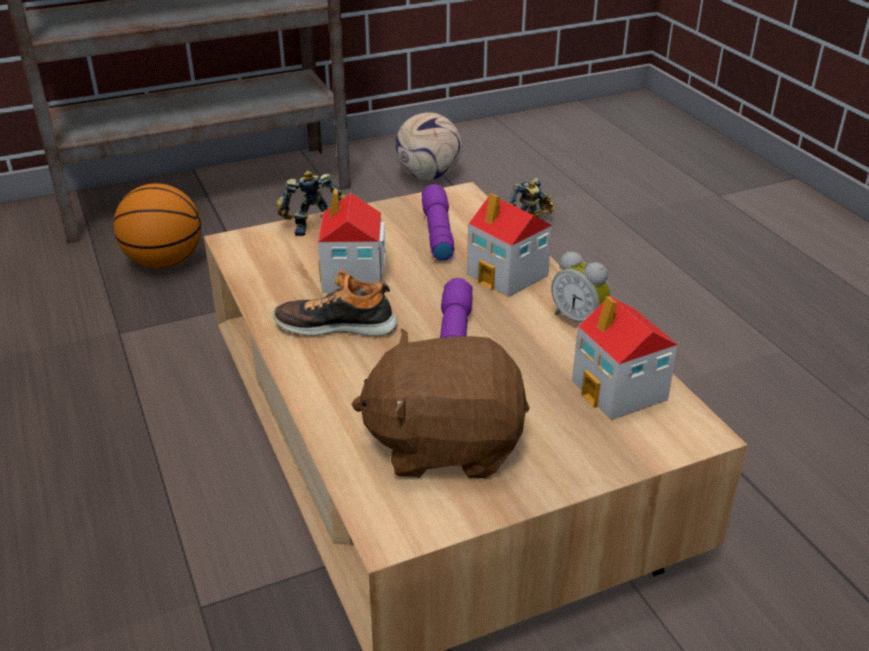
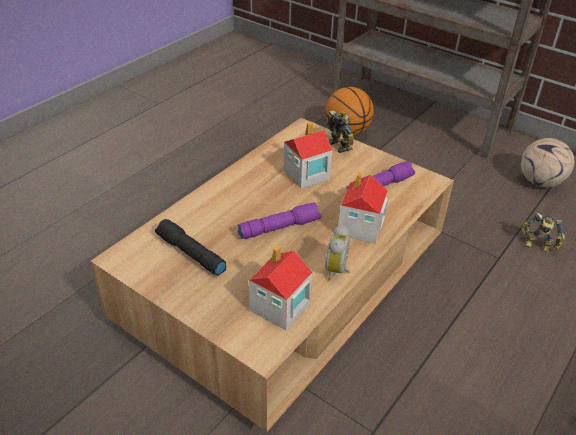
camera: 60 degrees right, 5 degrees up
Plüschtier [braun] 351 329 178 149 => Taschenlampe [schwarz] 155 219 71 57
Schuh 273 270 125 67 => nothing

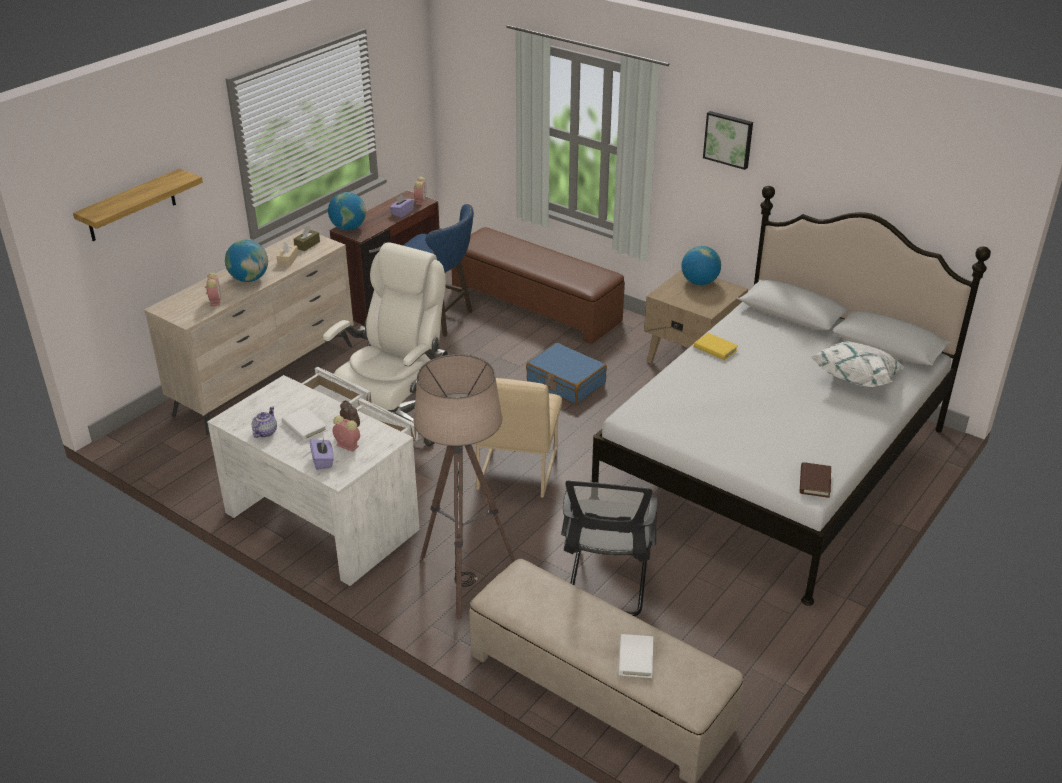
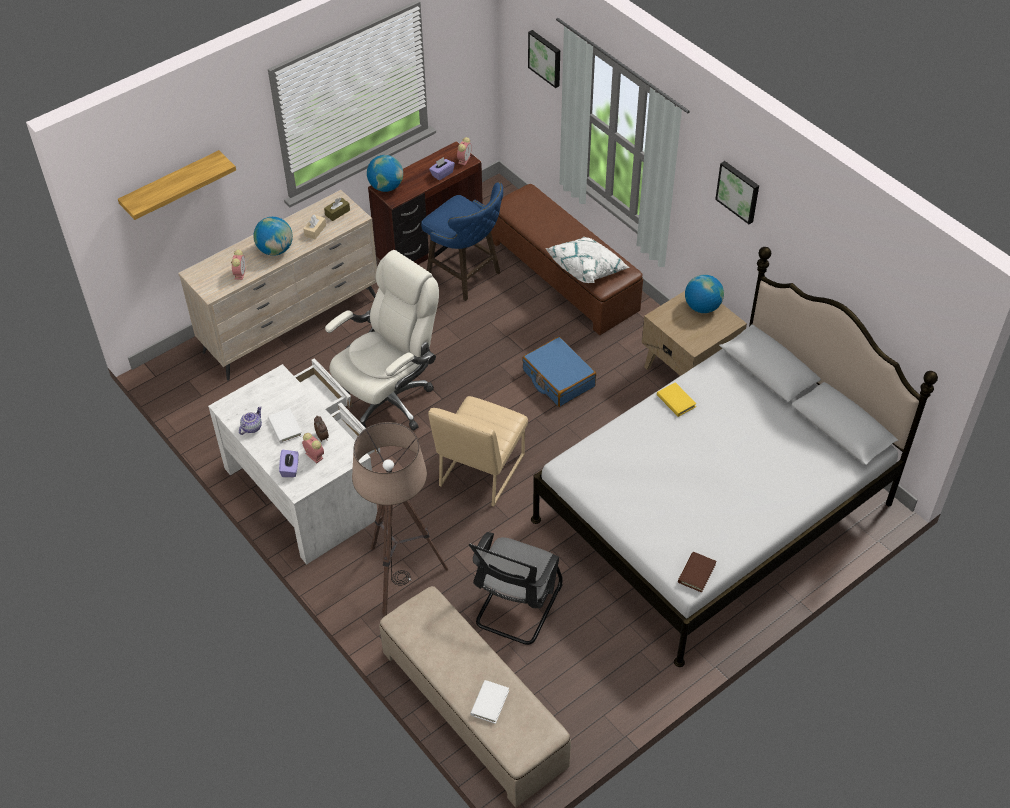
camera: 15 degrees right, 15 degrees up
nothing => Bild 528 30 32 58
Kissen [weiß] 811 342 95 45 => Kissen [weiß] 546 237 84 46, moved

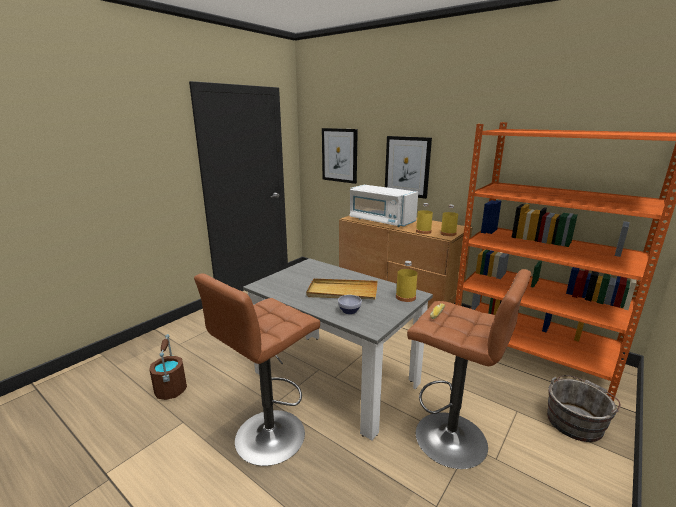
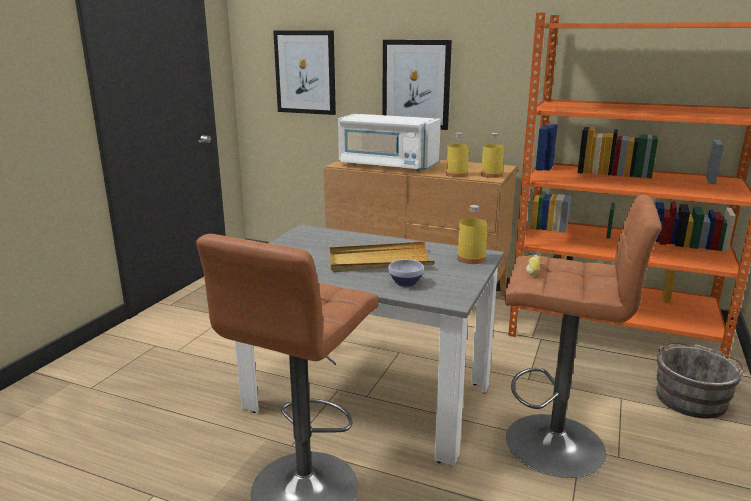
camera: 15 degrees left, 0 degrees up
Eimer [braun] 149 334 38 66 => nothing

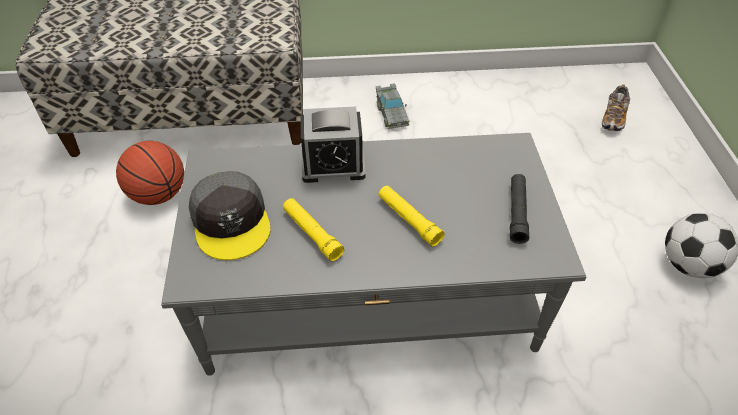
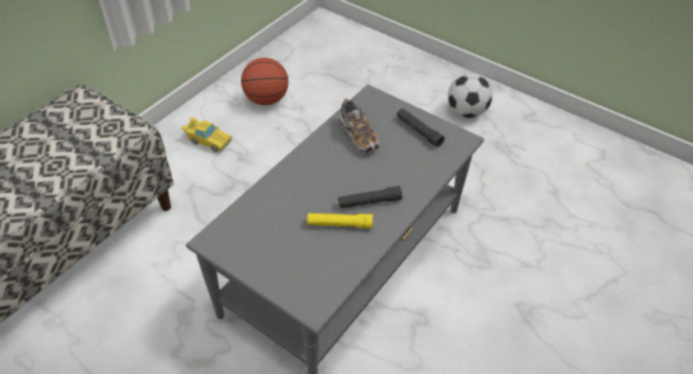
camera: 50 degrees left, 0 degrees up
Spielzeugauto [grau] 375 83 35 46 => Spielzeugauto [gelb] 181 117 51 35
Basketball 116 141 68 64 => Basketball 241 58 47 47, moved
nothing => Taschenlampe [schwarz] 338 186 64 22
Schuh 602 84 28 47 => Schuh 339 98 40 55, moved
Kappe [grau] 189 171 82 89 => nothing
Wecker 301 106 65 77 => nothing
Taschenlampe [gelb] 379 186 66 61 => nothing

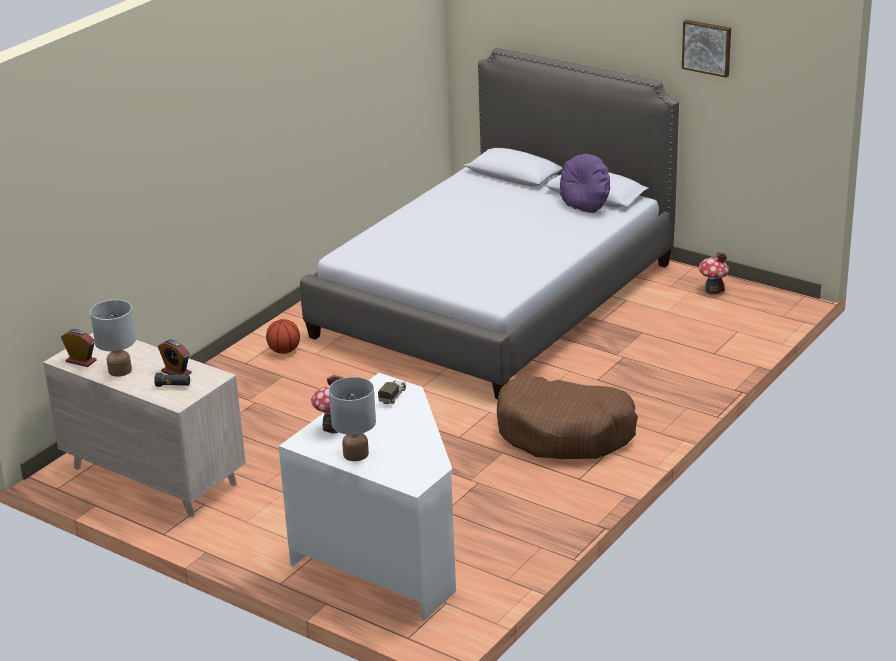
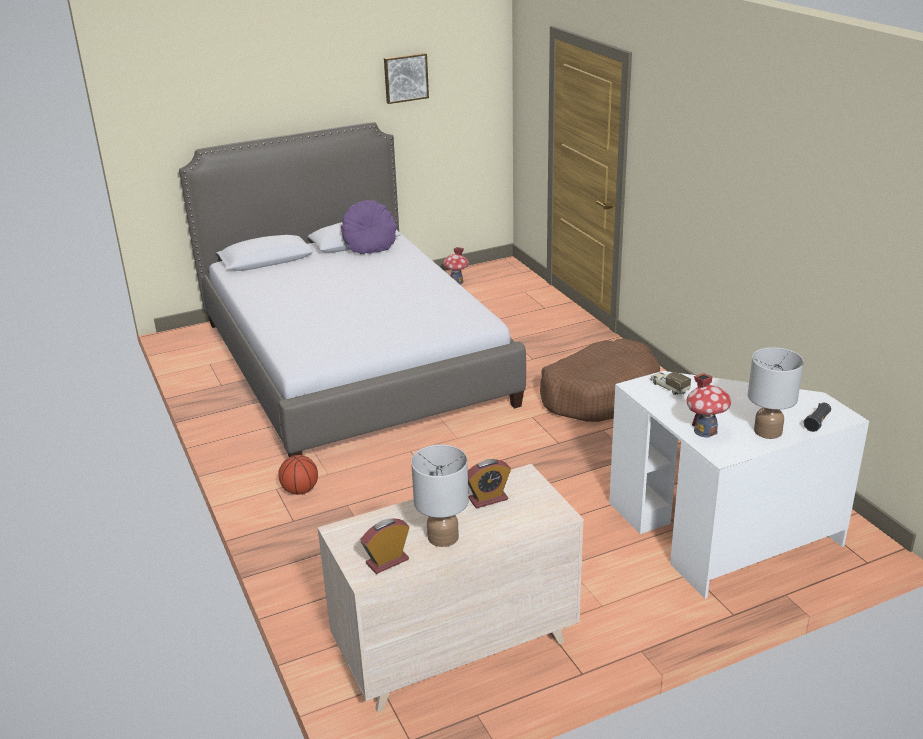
camera: 60 degrees left, 0 degrees up
Taschenlampe [schwarz] 154 373 36 14 => Taschenlampe [schwarz] 804 403 27 29, moved

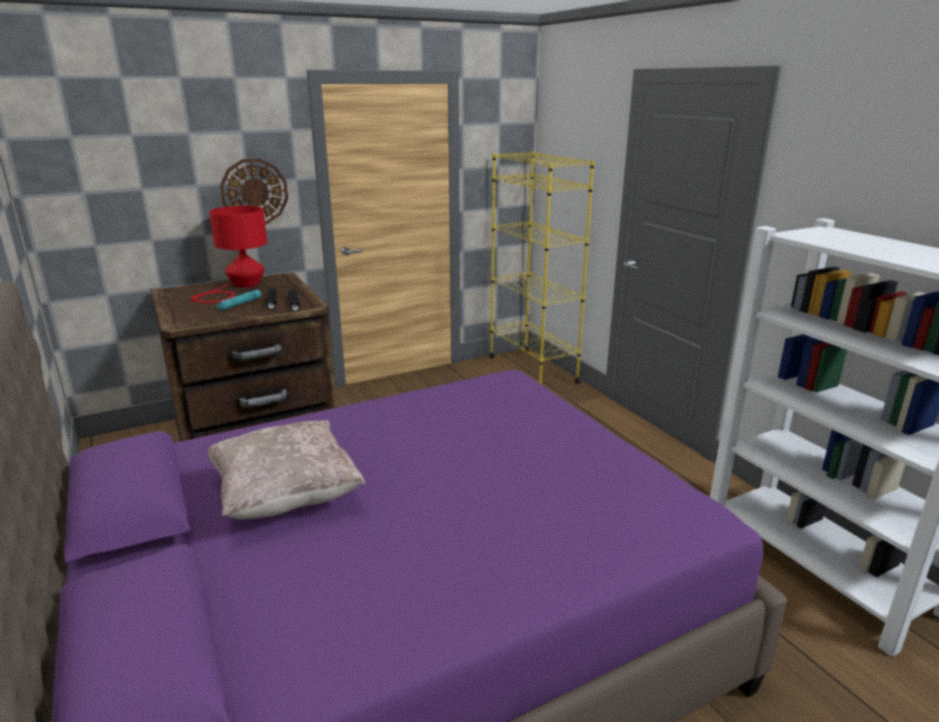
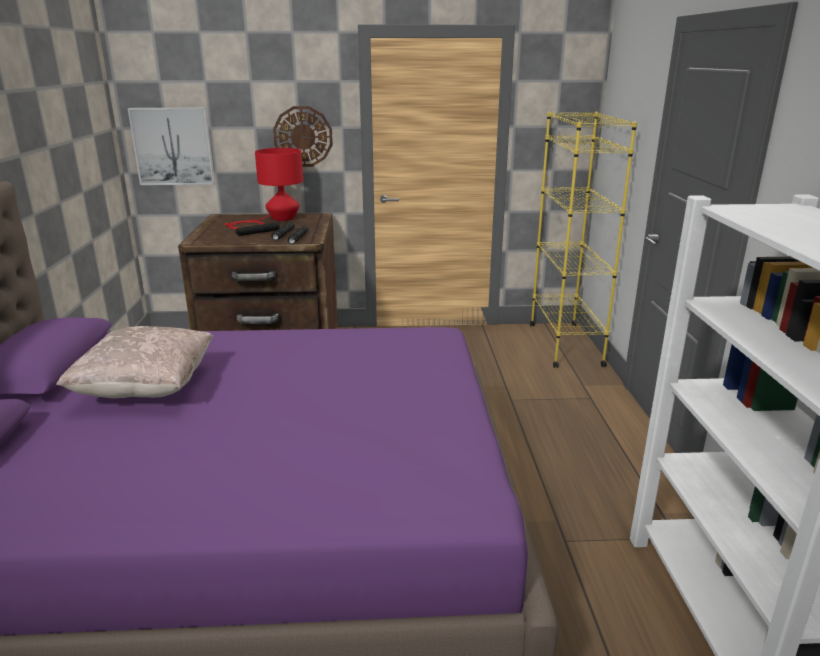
camera: 25 degrees right, 0 degrees up
nothing => Bild 128 108 87 77
Taschenlampe [türkis] 216 289 45 22 => Taschenlampe [schwarz] 235 222 45 14

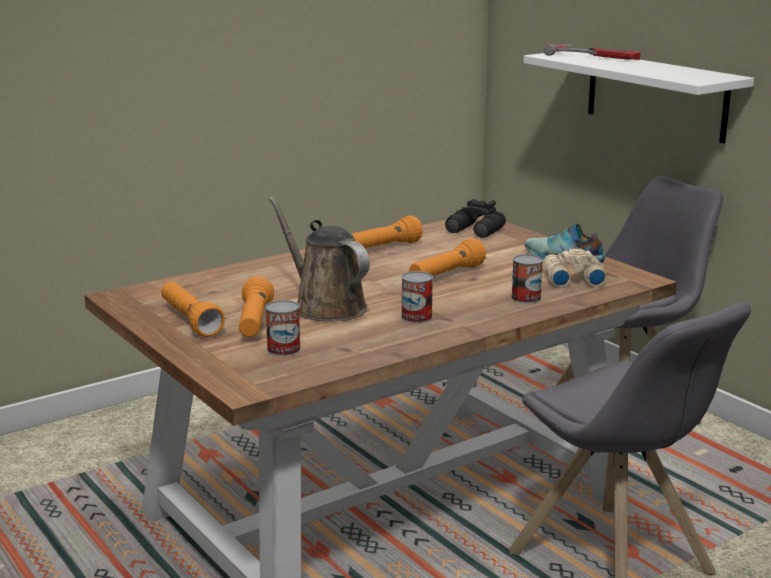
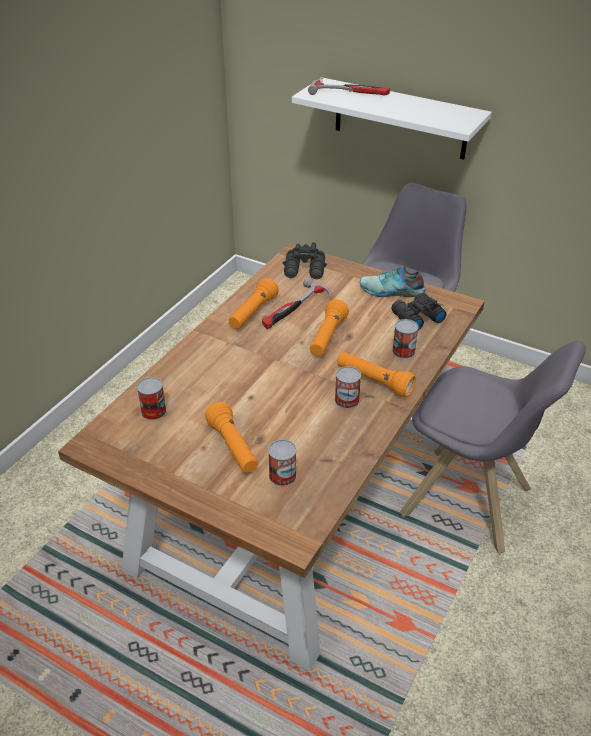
camera: 25 degrees left, 20 degrees up
nothing => Dose 137 377 30 43
nothing => Hammer 262 277 69 52
Taschenlampe [orange] 161 282 64 55 => Taschenlampe [orange] 337 352 79 45, moved
Fernglas [beige] 542 248 64 39 => Fernglas [schwarz] 391 293 56 37
Gießkanne [braun] 269 197 101 125 => nothing

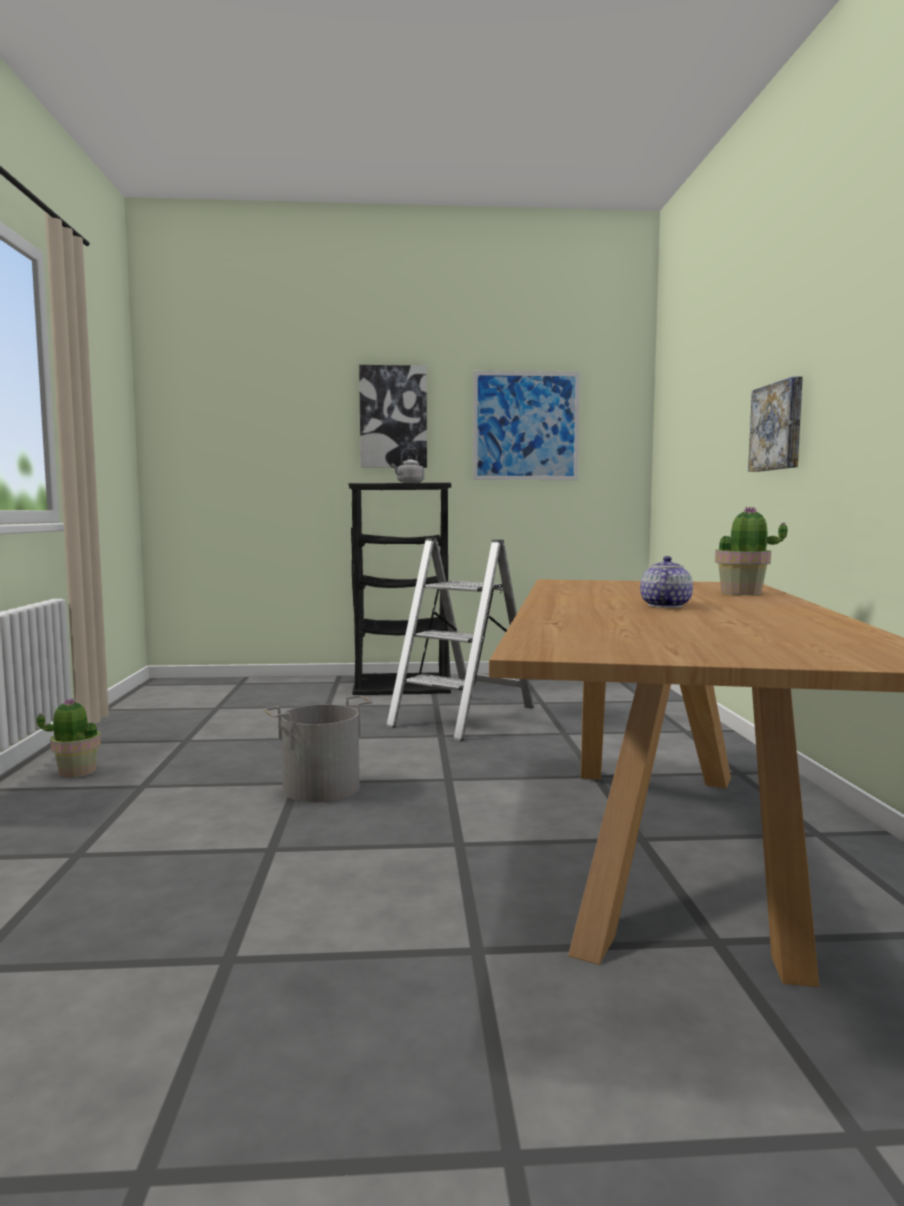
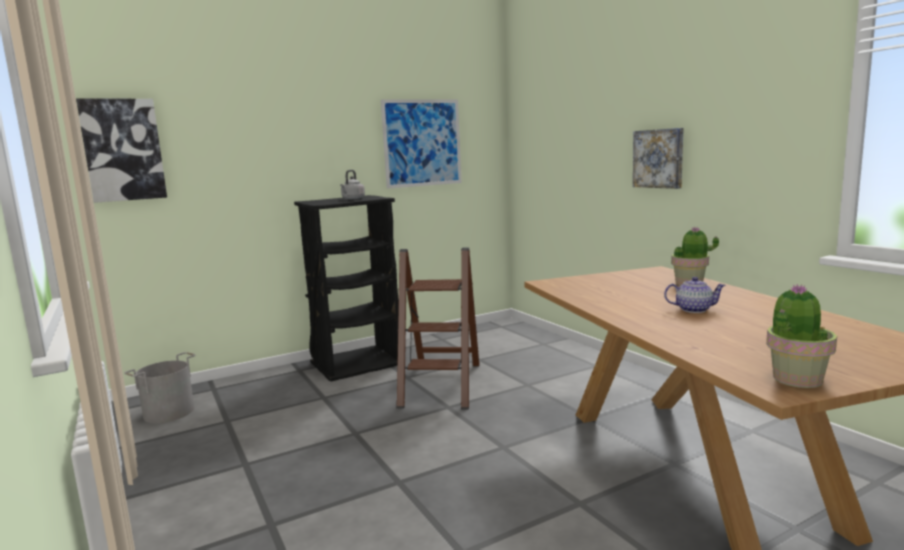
camera: 25 degrees left, 5 degrees up
Bild 359 365 68 103 => Bild 76 99 91 104, moved
Eimer [grau] 263 695 110 107 => Eimer [grau] 124 352 72 71, moved
Trittleiter [grau] 385 538 149 204 => Trittleiter [braun] 397 247 83 162
Teekanne 640 556 53 52 => Teekanne 664 277 62 36, 105 degrees clockwise
Topfpflanze 37 698 64 80 => Topfpflanze 766 284 71 104, moved

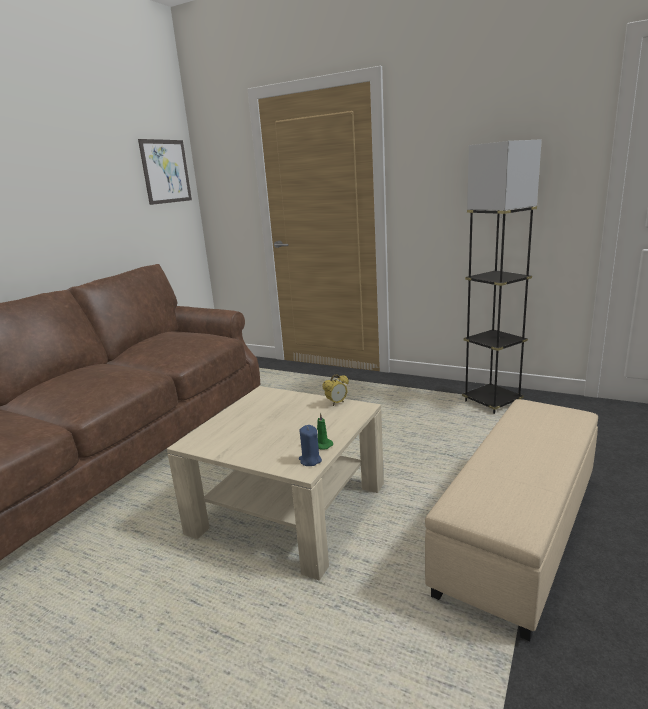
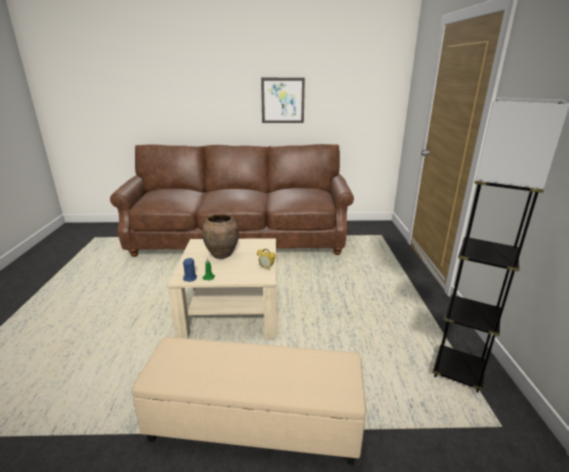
camera: 60 degrees right, 5 degrees up
nothing => Vase [braun] 202 214 37 45
Bild 138 139 54 66 => Bild 261 78 44 45, moved

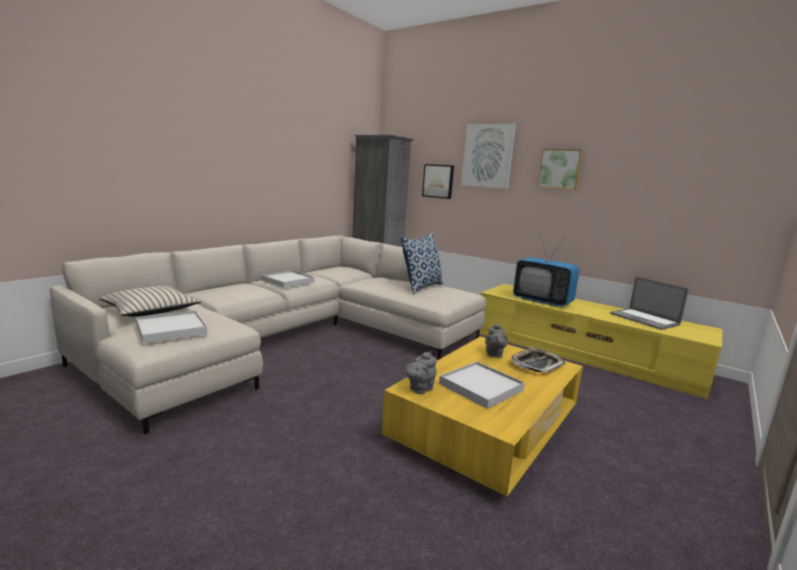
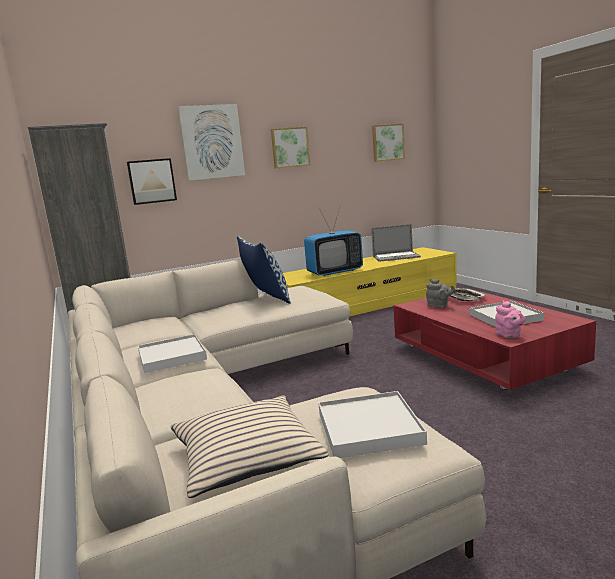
camera: 60 degrees left, 0 degrees up
nothing => Bild 372 124 33 38
Couchtisch [gelb] 382 336 201 161 => Couchtisch [rot] 394 291 202 99
Teekanne [grau] 406 351 31 43 => Teekanne [rosa] 495 301 31 37

